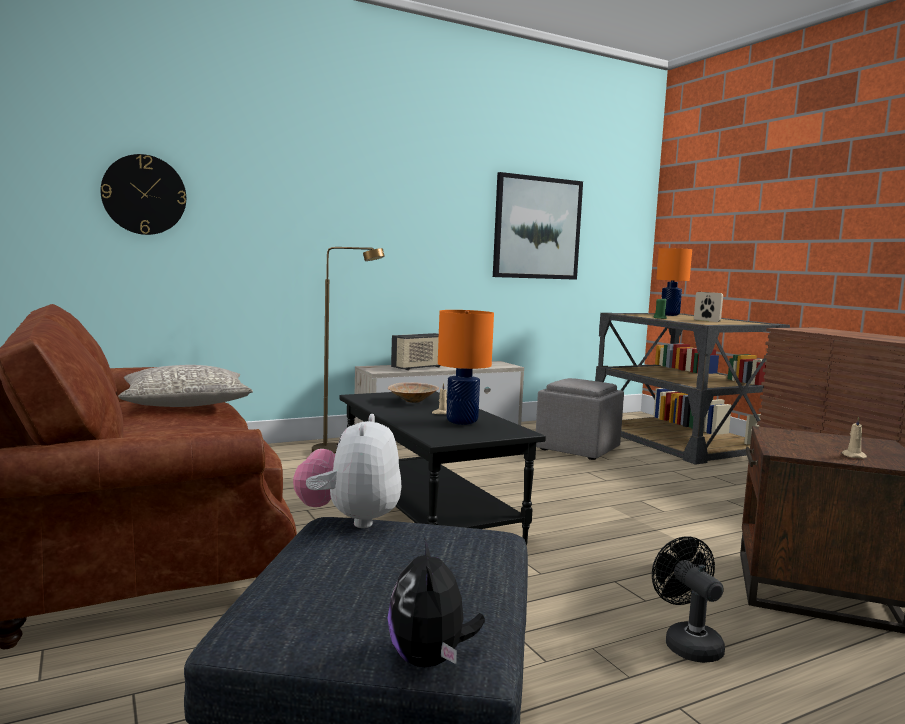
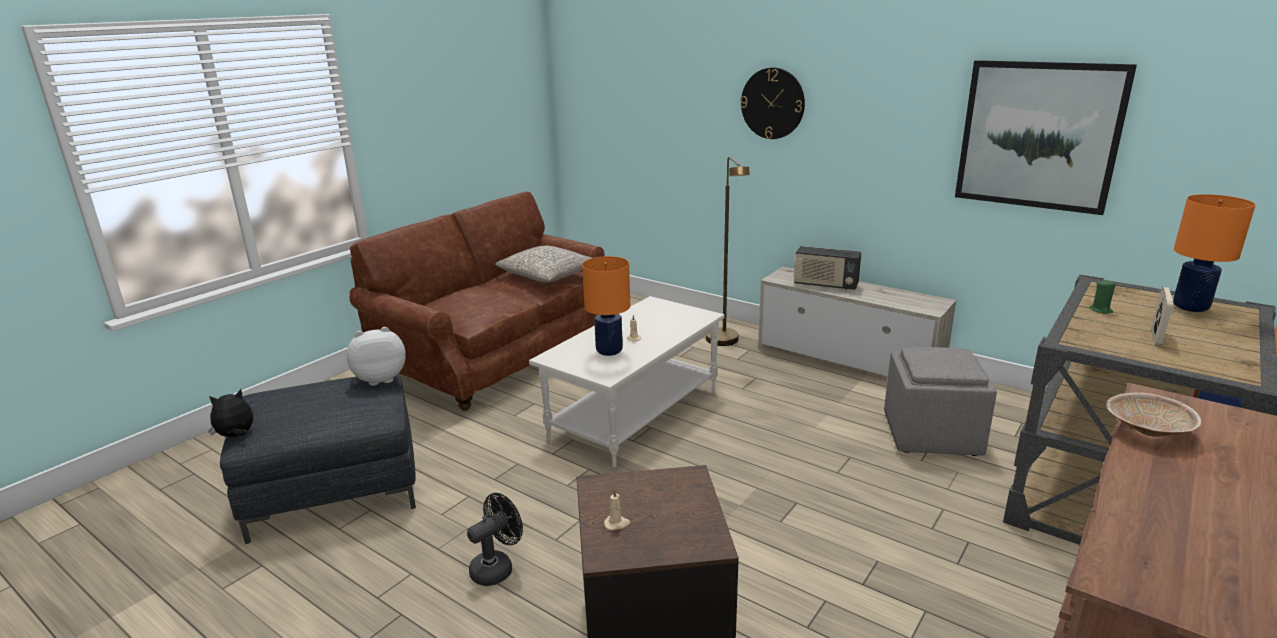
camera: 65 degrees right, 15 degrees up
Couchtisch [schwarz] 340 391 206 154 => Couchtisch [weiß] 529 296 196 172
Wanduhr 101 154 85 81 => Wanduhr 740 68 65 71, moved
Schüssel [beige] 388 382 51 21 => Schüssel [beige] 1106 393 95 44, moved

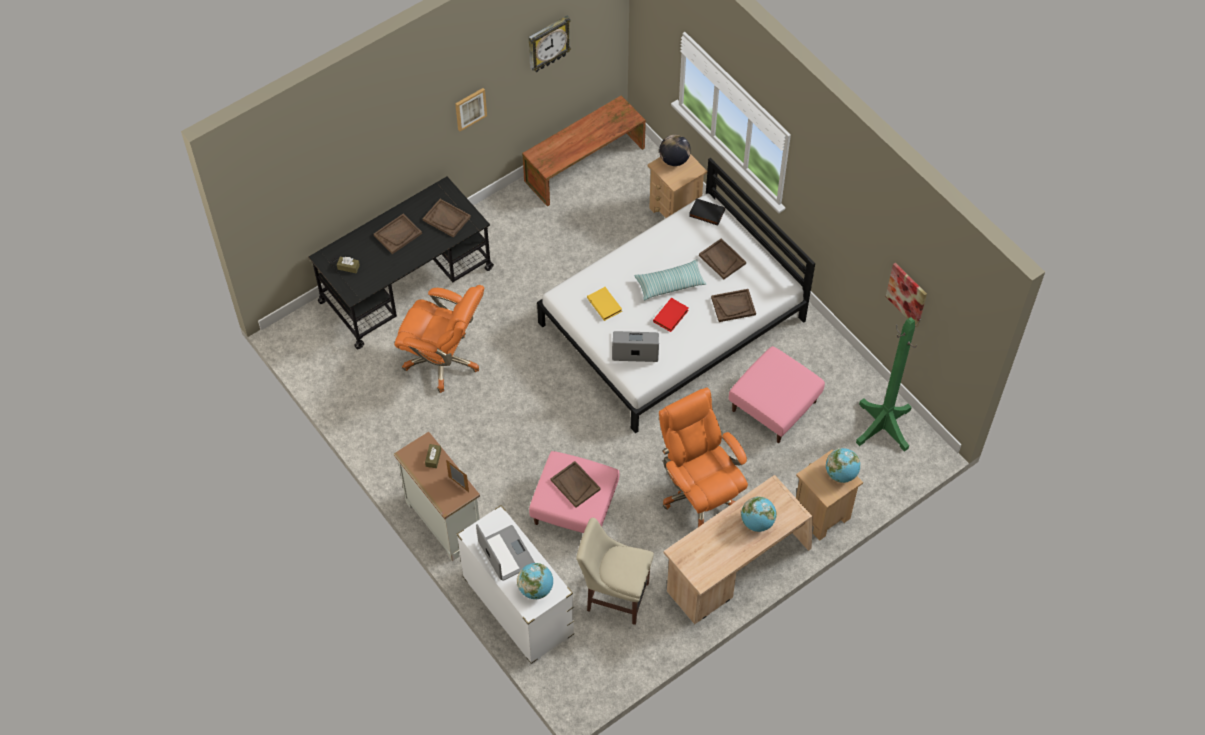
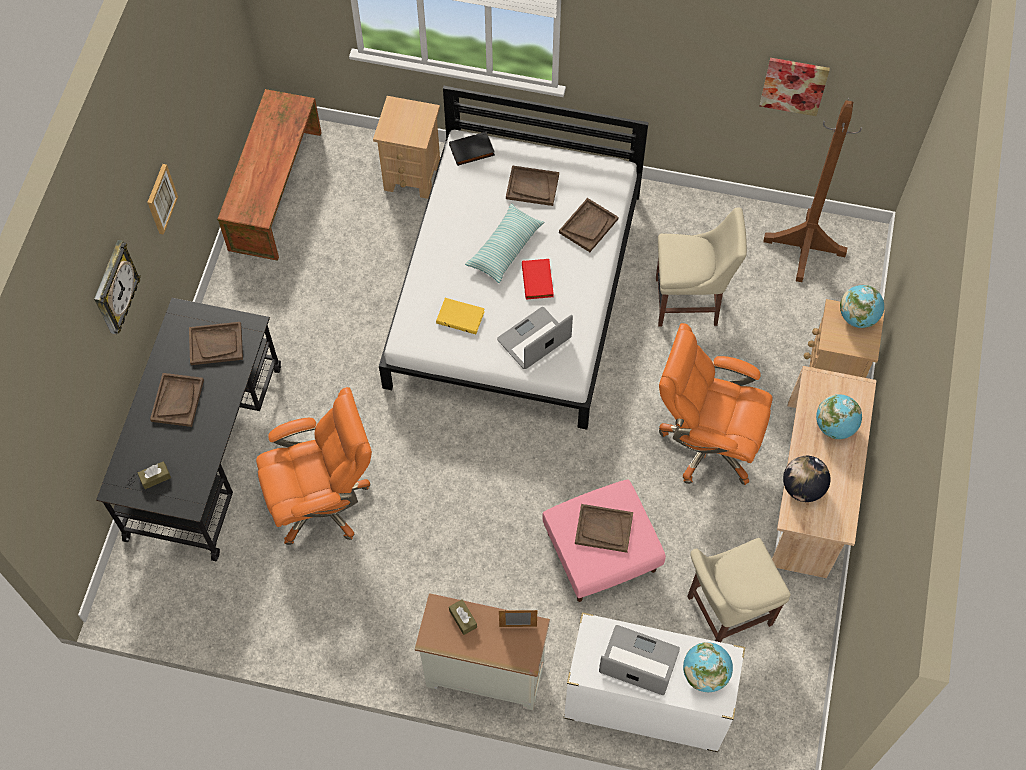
camera: 40 degrees left, 5 degrees up
Wanduhr 529 15 42 57 => Wanduhr 94 240 47 94, moved
Polsterhocker [rosa] 729 346 96 97 => Stuhl [beige] 656 207 91 119
Kleiderständer [grün] 856 317 65 135 => Kleiderständer [braun] 763 98 99 184
Globus 659 135 32 31 => Globus 783 456 47 46, moved

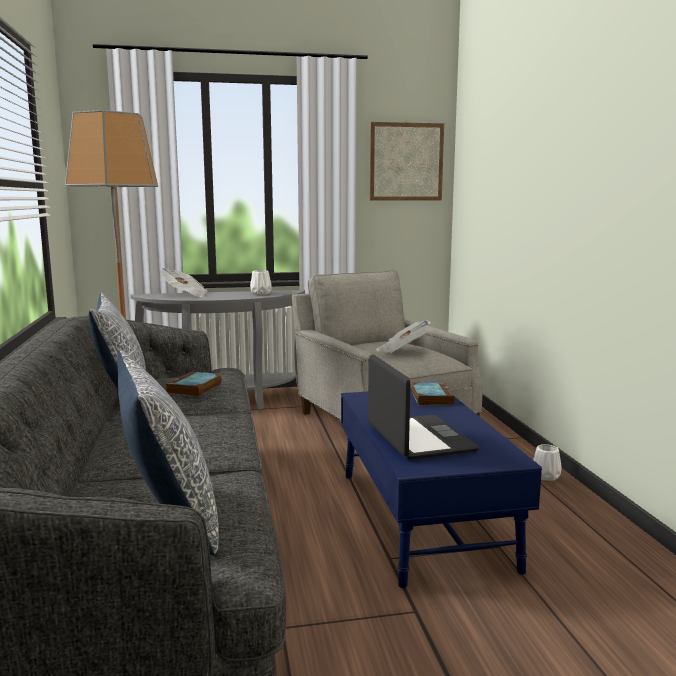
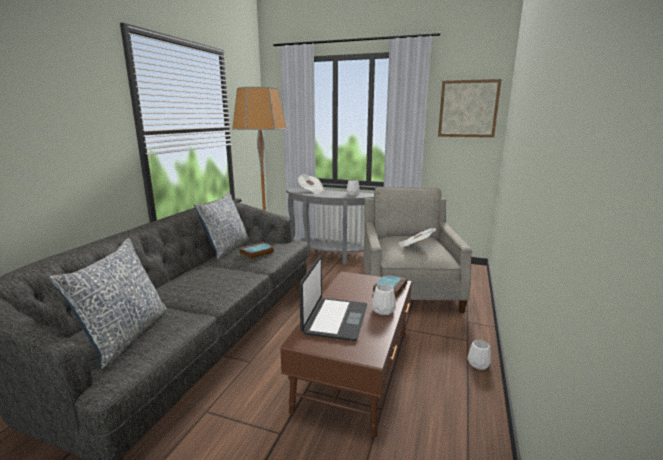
camera: 30 degrees right, 5 degrees up
Couchtisch [blau] 341 389 201 199 => Couchtisch [braun] 280 271 132 167
nothing => Vase [weiß] 372 284 24 31

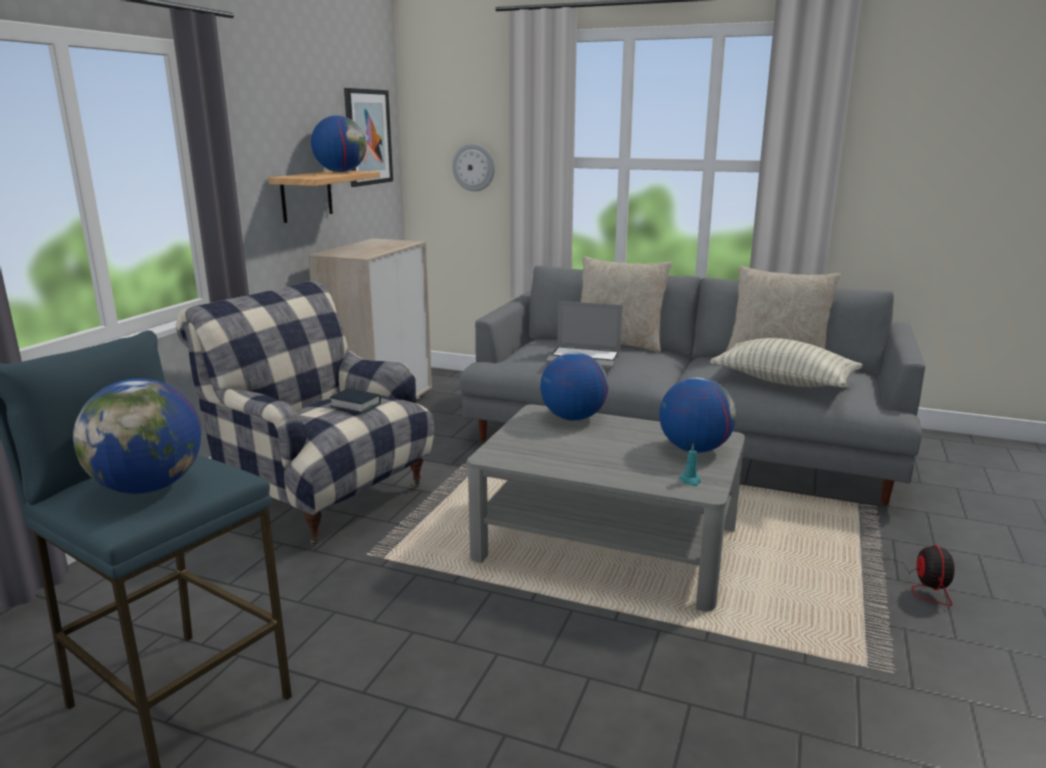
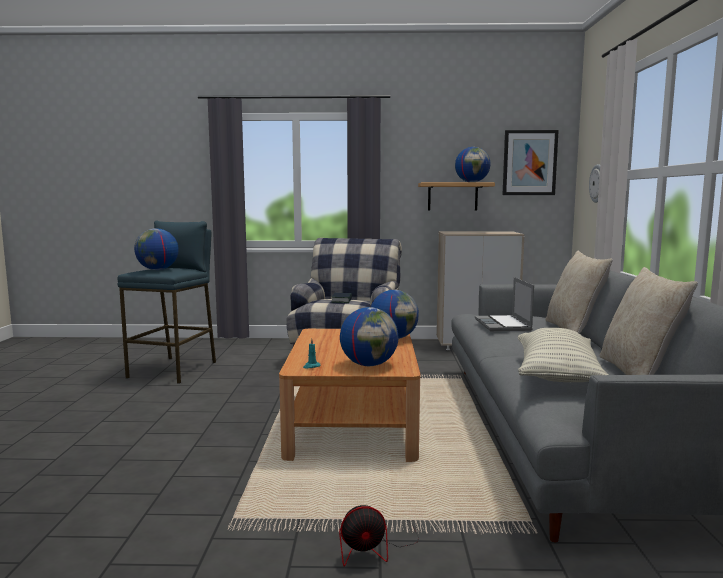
camera: 70 degrees right, 10 degrees down
Couchtisch [grau] 467 404 278 207 => Couchtisch [braun] 279 329 142 133

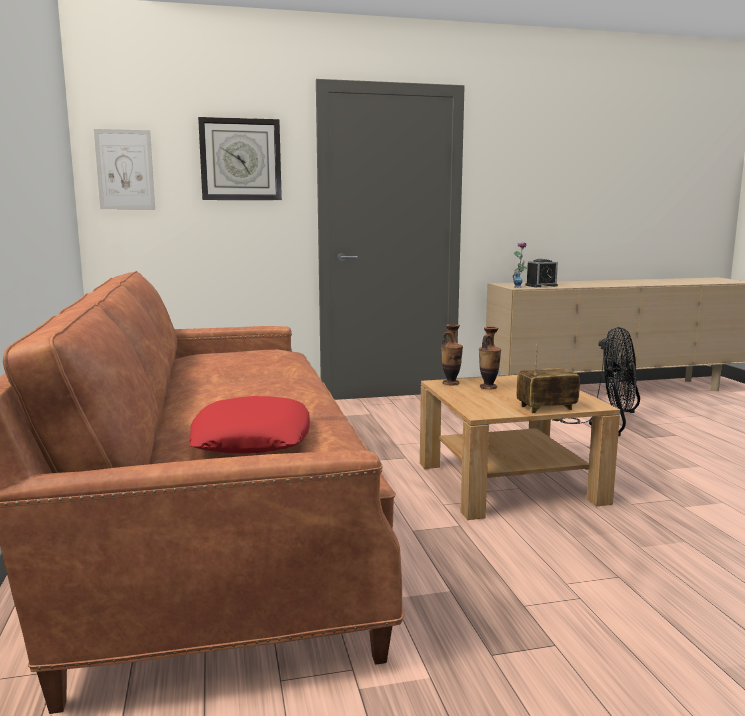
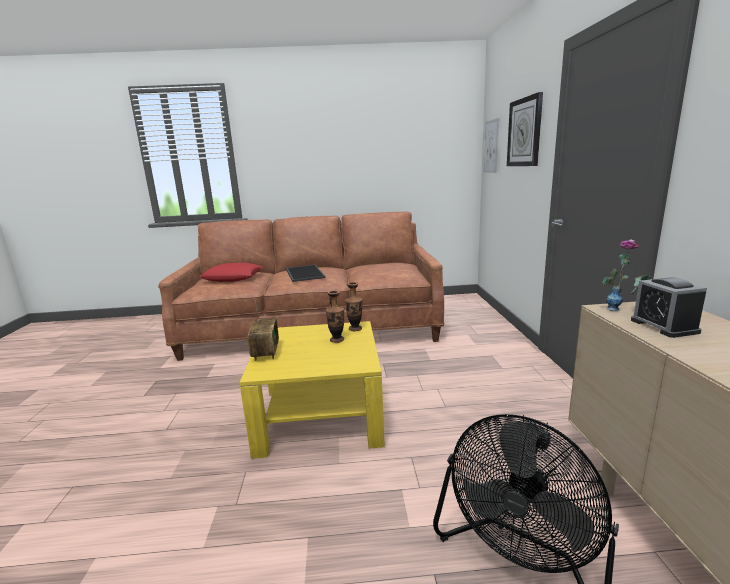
camera: 100 degrees right, 5 degrees up
Couchtisch [braun] 420 375 200 145 => Couchtisch [gelb] 239 321 146 138
nothing => Tablett 286 265 39 17

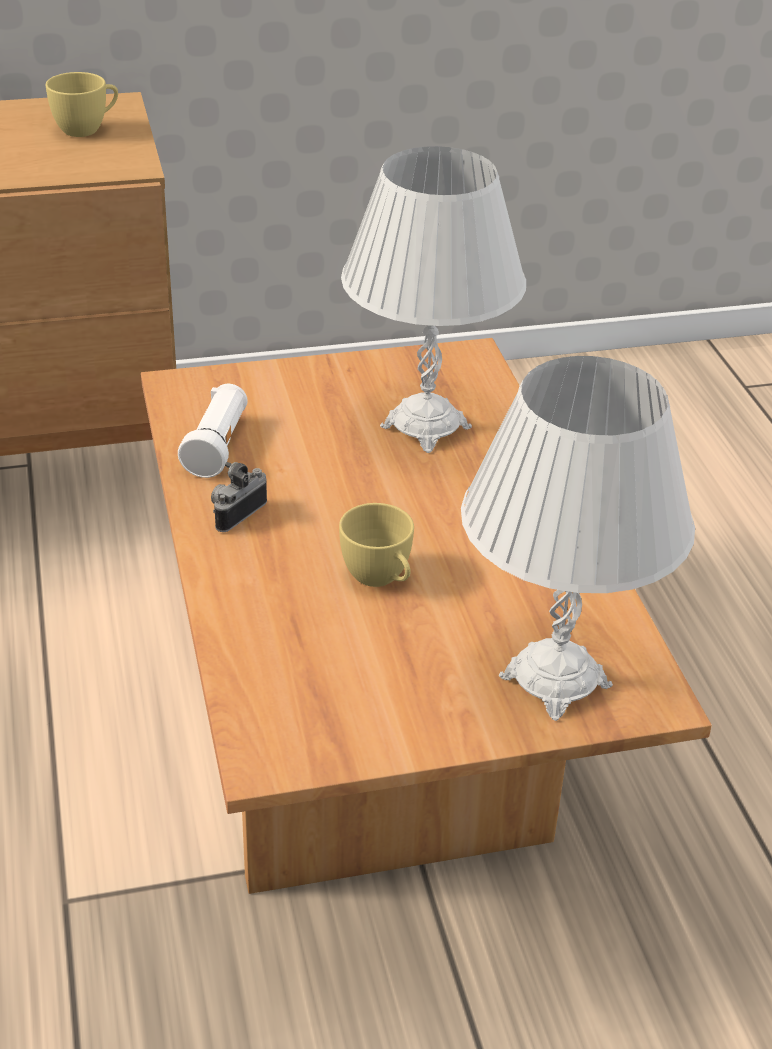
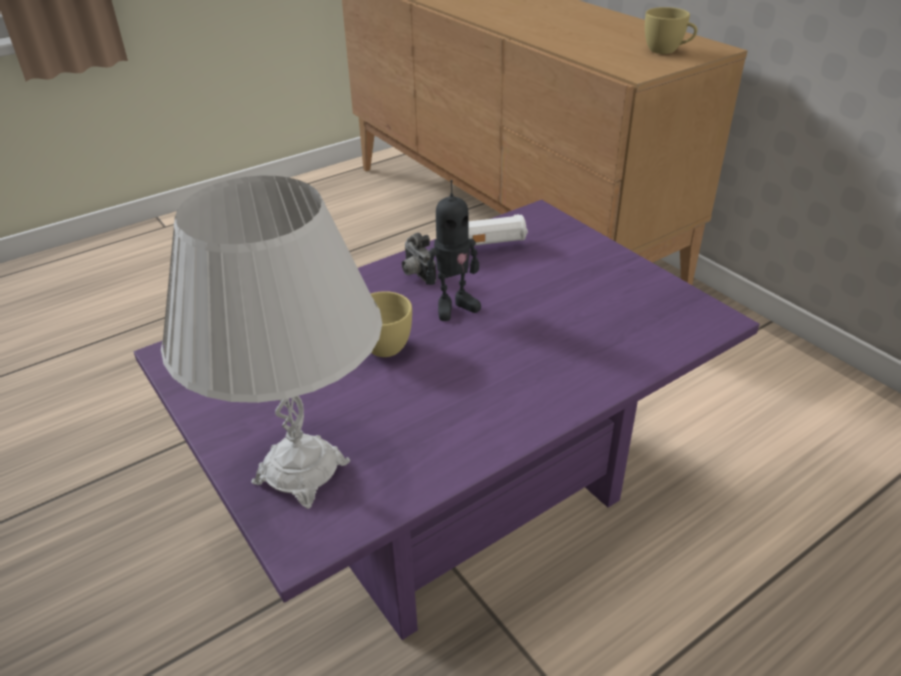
camera: 70 degrees right, 0 degrees up
Couchtisch [braun] 141 338 571 556 => Couchtisch [lila] 134 200 626 440
Kamera 211 462 56 70 => Kamera 402 233 34 49, 135 degrees counterclockwise
nothing => Spielzeugroboter 426 180 55 141
Tischlampe [weiß] 341 146 185 307 => nothing

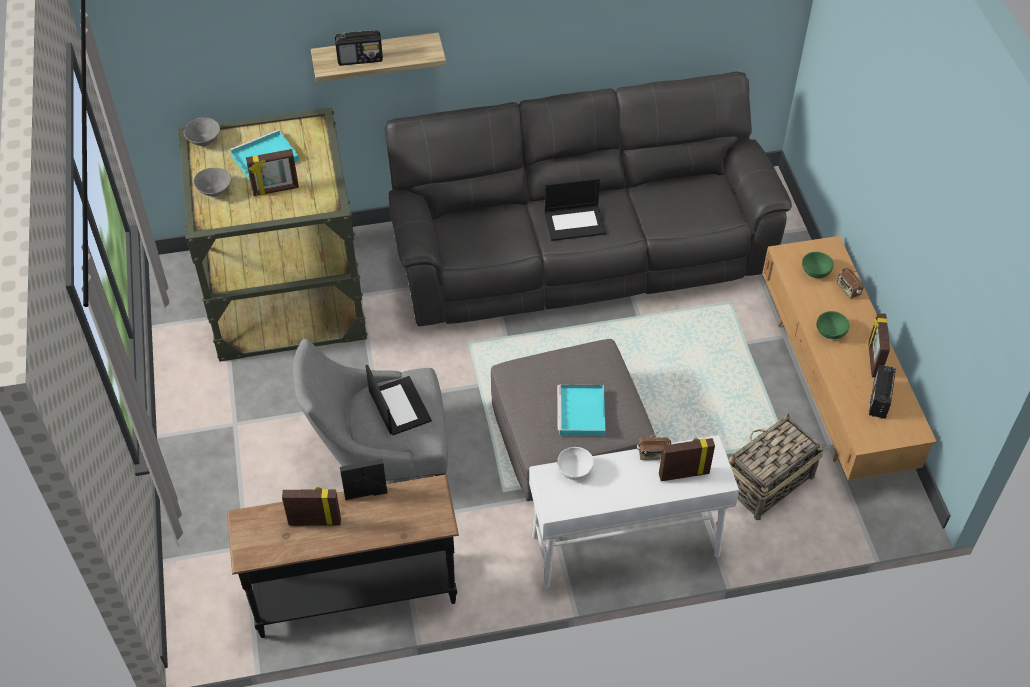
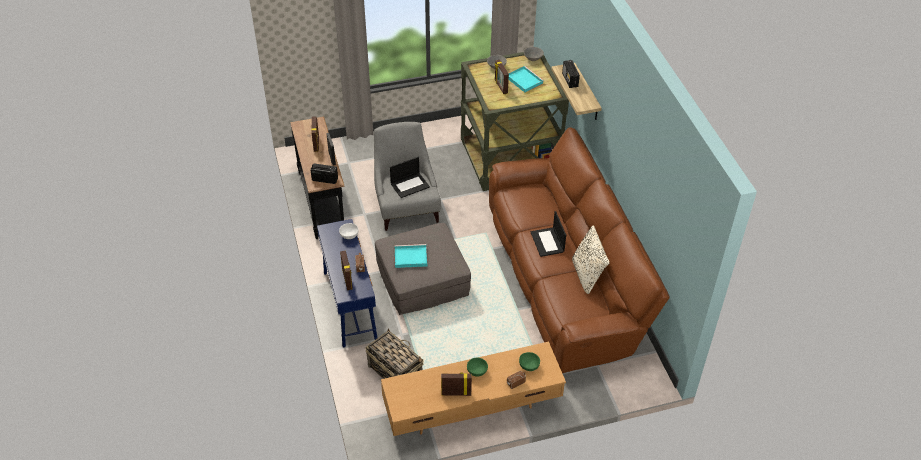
camera: 85 degrees right, 5 degrees down
Radio 869 365 27 54 => Radio 311 163 27 21, moved
Konsolentisch [weiß] 529 435 210 153 => Konsolentisch [blau] 317 219 60 128
Sofa [grau] 385 71 407 255 => Sofa [braun] 489 127 181 246
nothing => Kissen [beige] 572 225 38 69

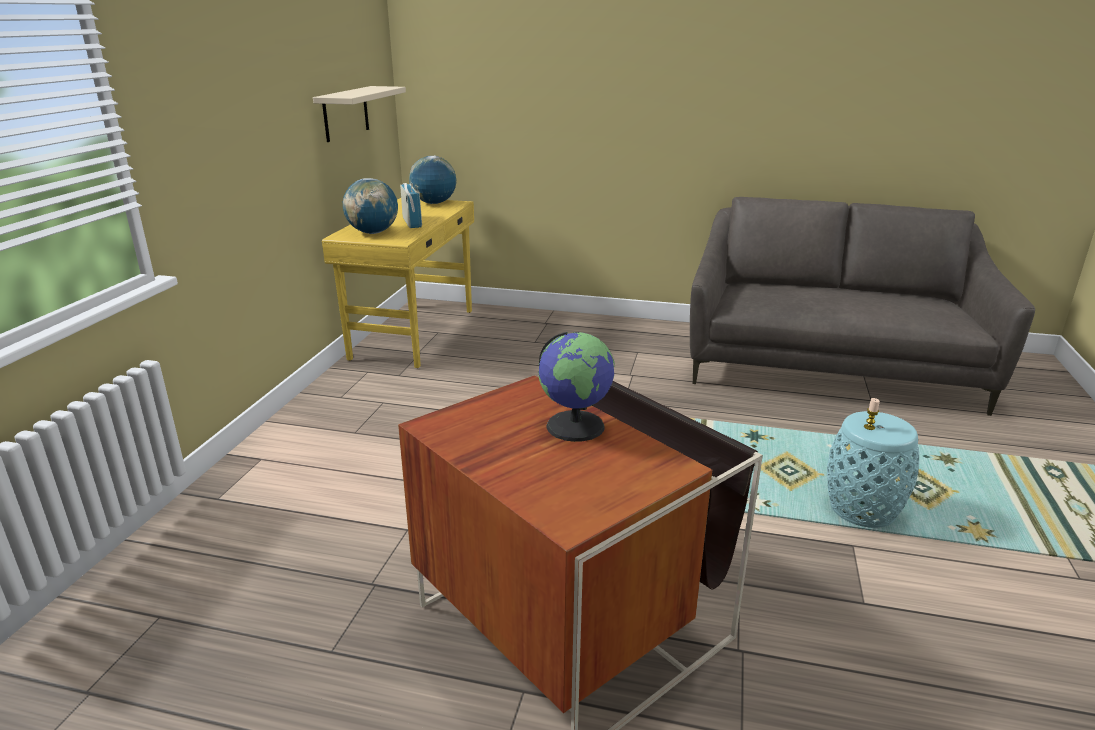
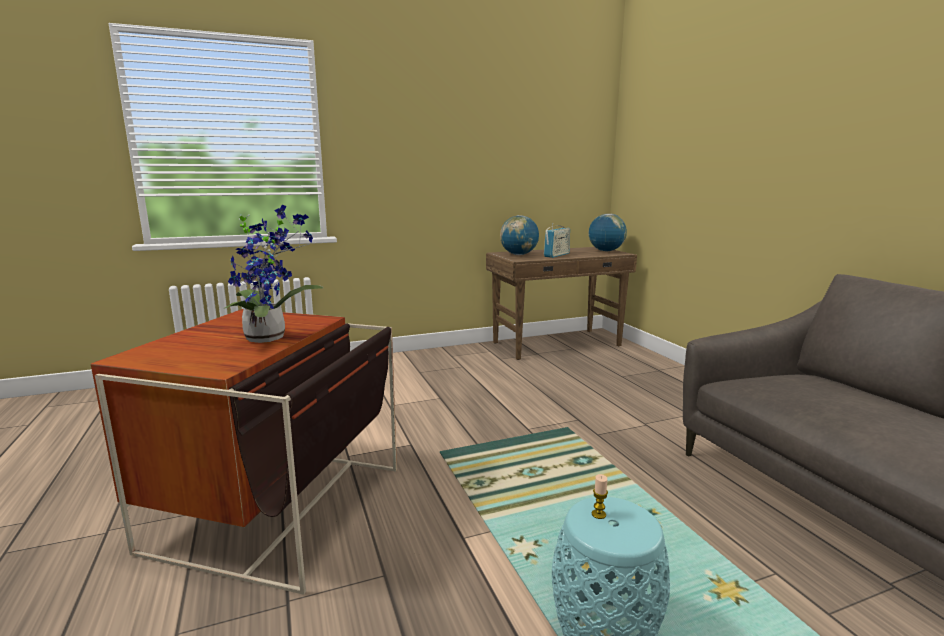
camera: 55 degrees right, 10 degrees down
Globus 538 332 77 110 => Topfpflanze 224 205 99 138
Konsolentisch [gelb] 322 198 152 170 => Konsolentisch [braun] 486 247 151 113
Wandregal [beige] 313 86 93 56 => nothing

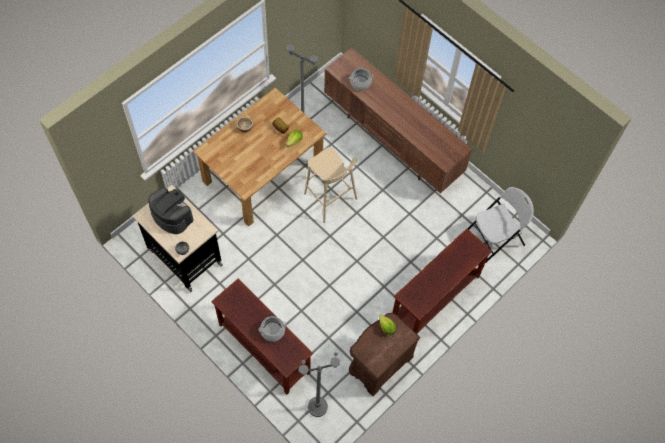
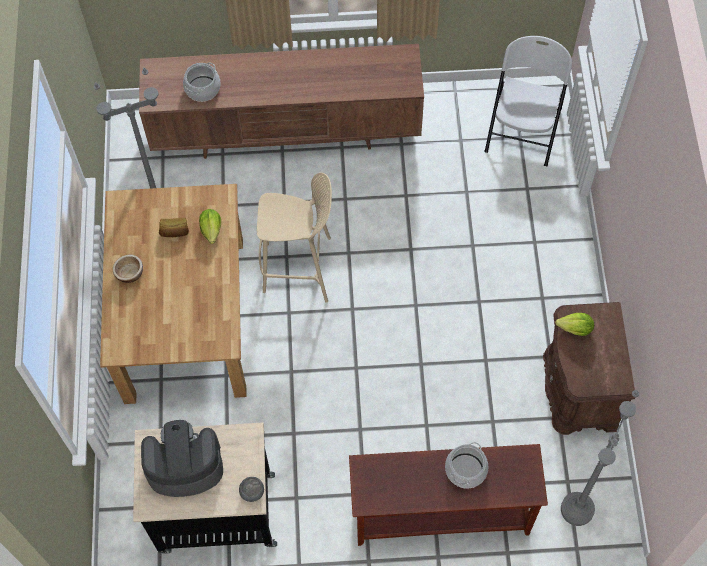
camera: 45 degrees left, 0 degrees up
Konsolentisch [braun] 392 228 100 106 => nothing

